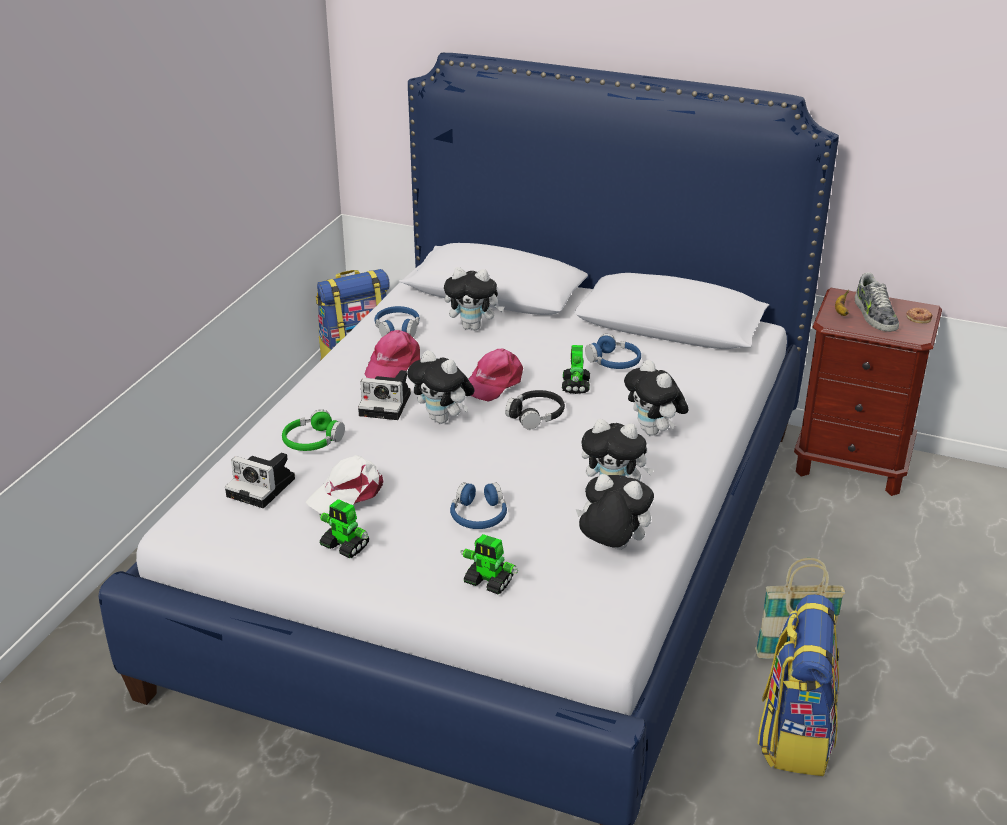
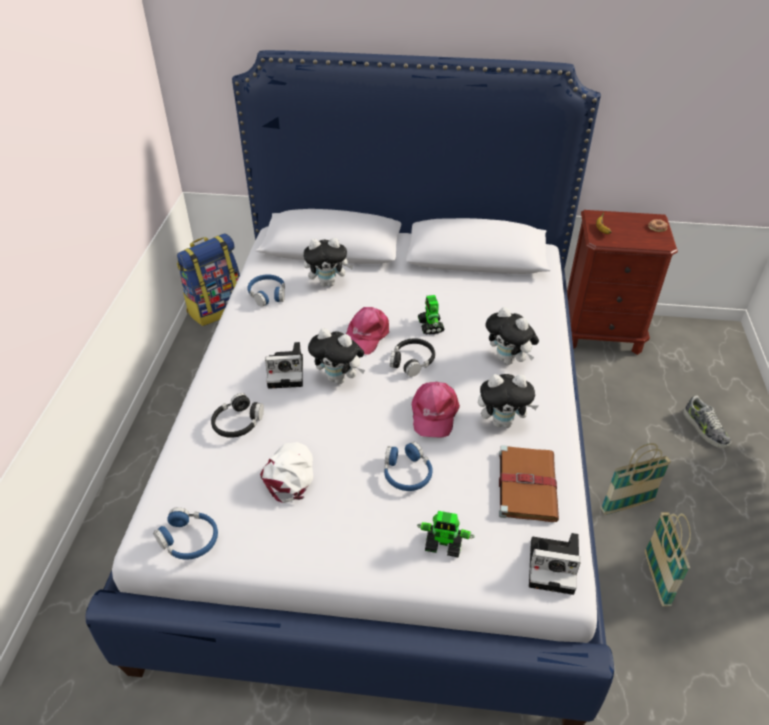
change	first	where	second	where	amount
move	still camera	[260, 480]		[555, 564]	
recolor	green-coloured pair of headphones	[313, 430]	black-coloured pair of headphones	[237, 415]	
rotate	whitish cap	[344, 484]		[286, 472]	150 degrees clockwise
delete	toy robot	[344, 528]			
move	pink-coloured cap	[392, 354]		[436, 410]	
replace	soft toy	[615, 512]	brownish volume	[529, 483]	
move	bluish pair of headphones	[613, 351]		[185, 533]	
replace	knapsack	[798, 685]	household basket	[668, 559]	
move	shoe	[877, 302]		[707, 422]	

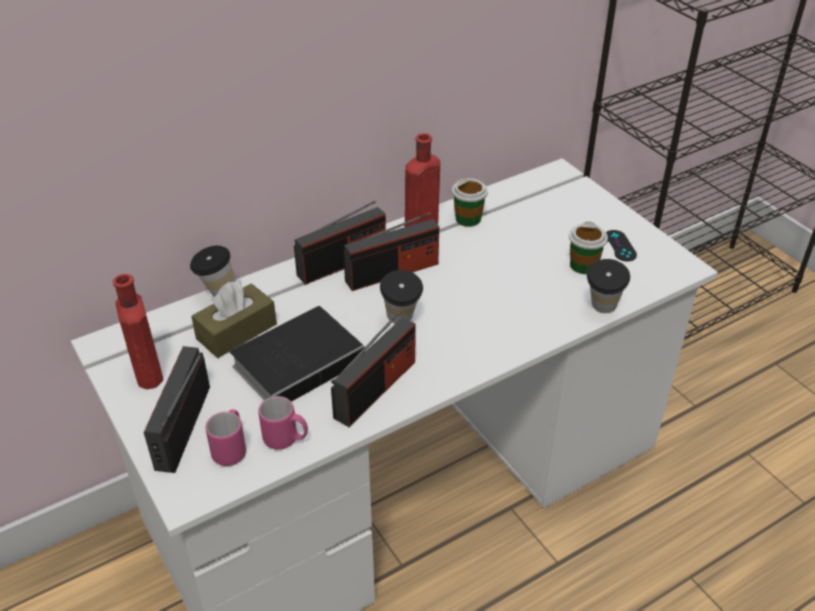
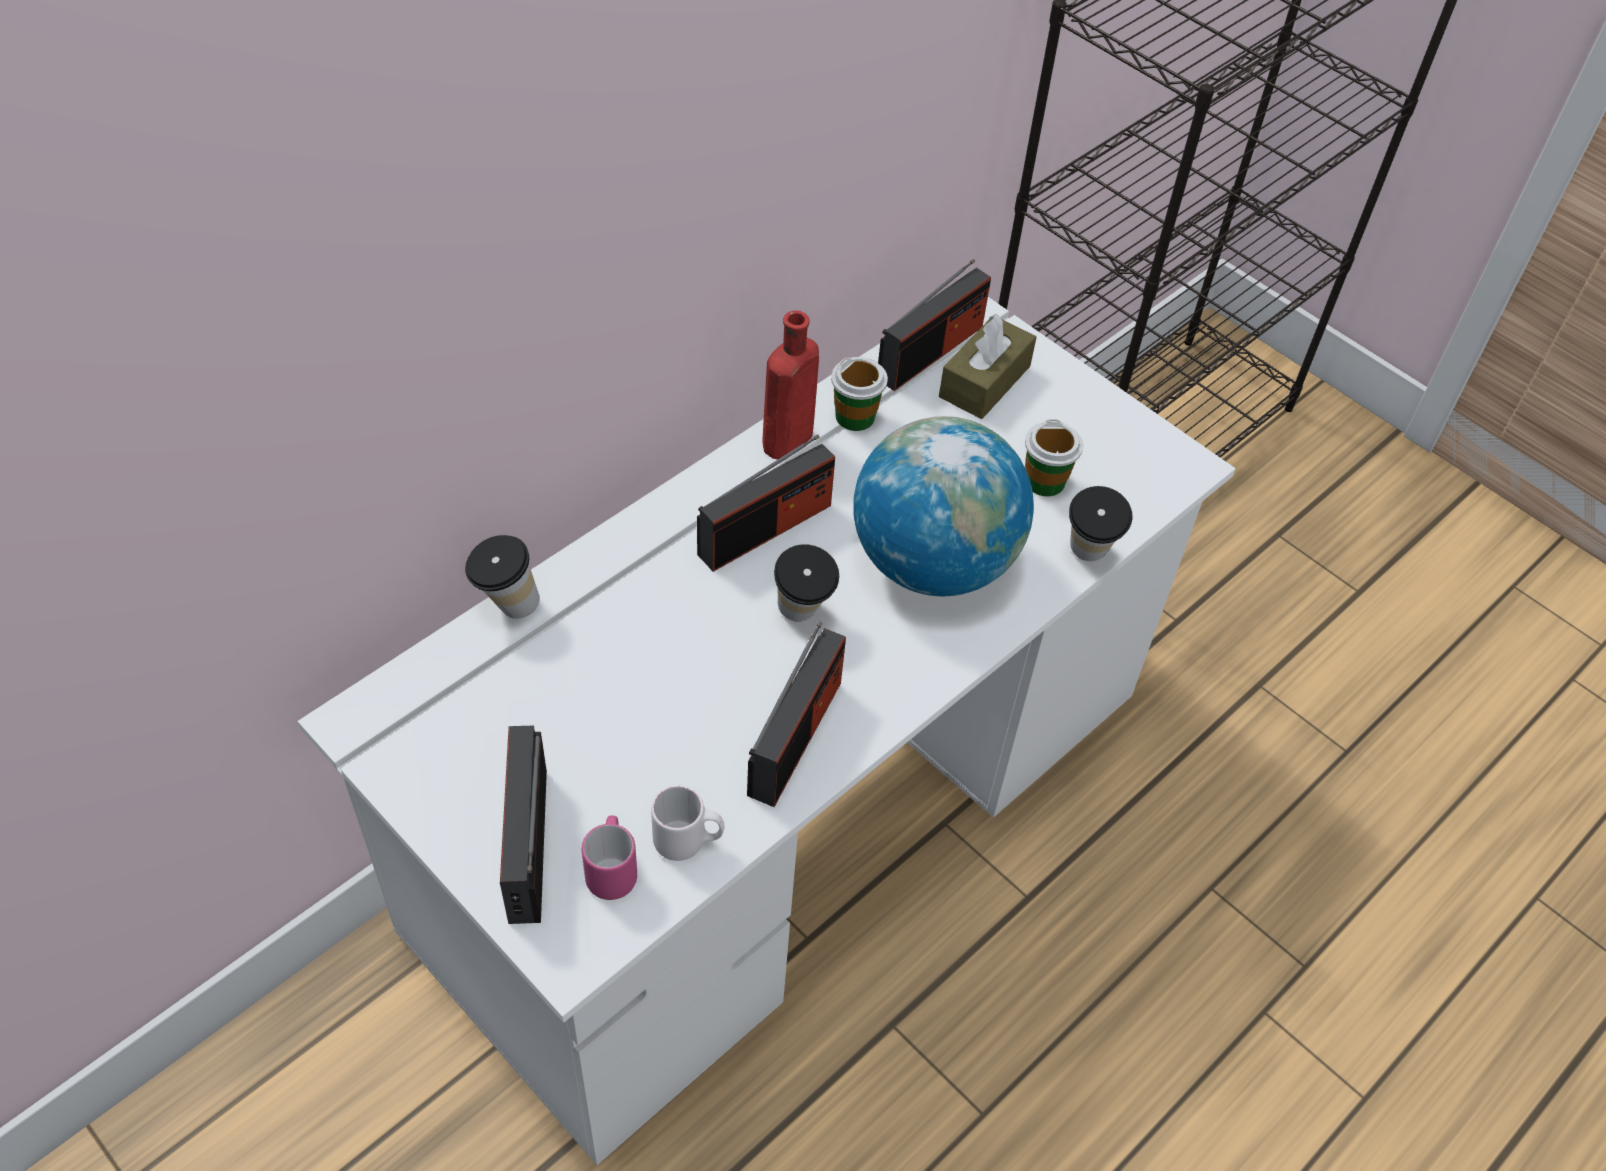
change	first	where	second	where	amount
delete	reddish drink bottle	[138, 331]			
move	brownish tissue holder	[234, 319]		[988, 366]	
delete	volume	[297, 354]			
recolor	pink-coloured coffee mug	[283, 423]	whitish coffee mug	[687, 823]	
move	radio	[340, 243]		[934, 325]	
delete	black-coloured game controller	[621, 245]			
insert			world globe	[943, 506]	

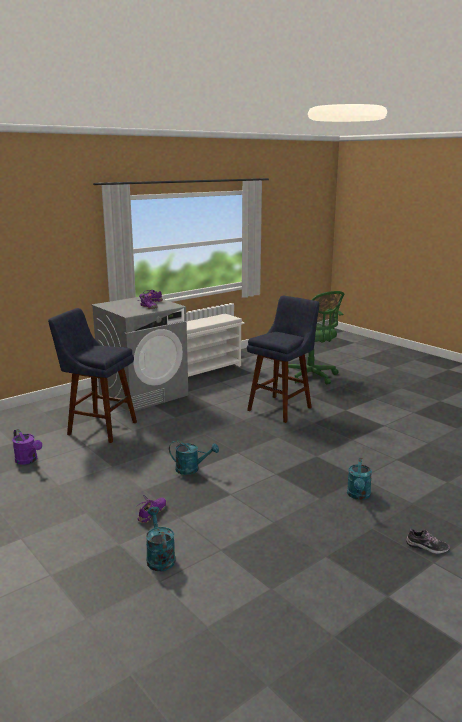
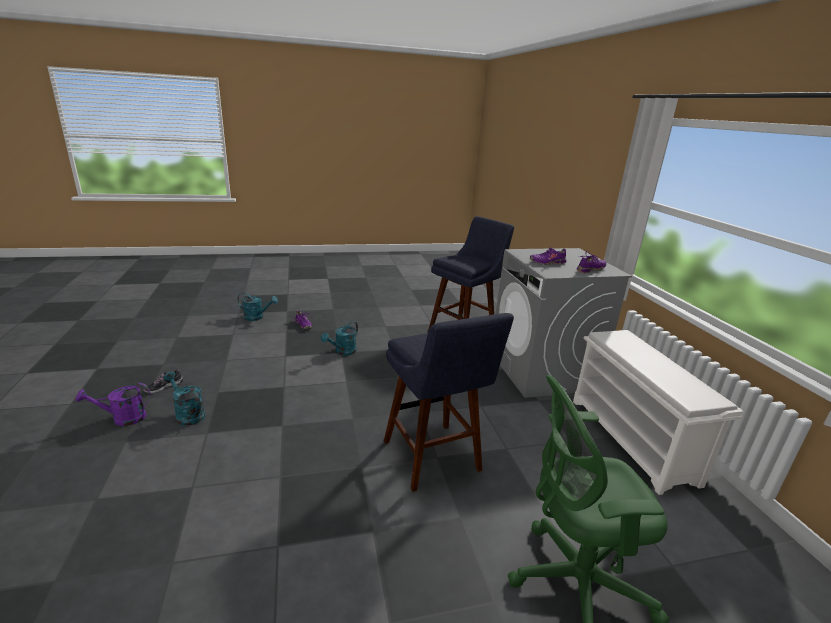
change	first	where	second	where	amount
move	purple-coloured sprinkling can	[27, 446]		[113, 404]	
move	shoe	[428, 540]		[163, 380]	

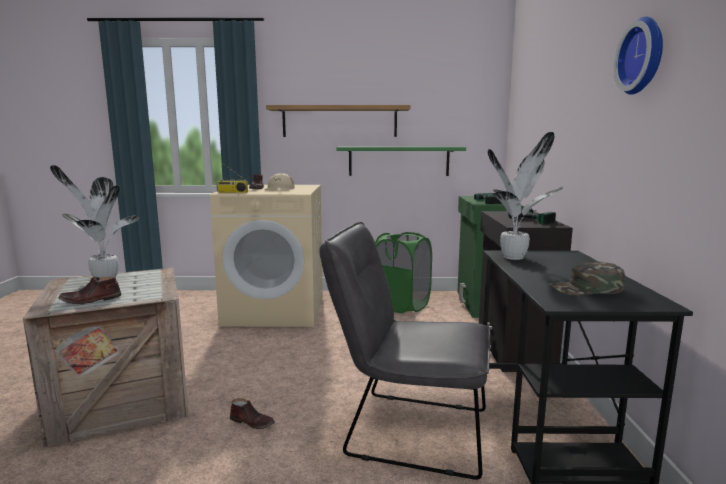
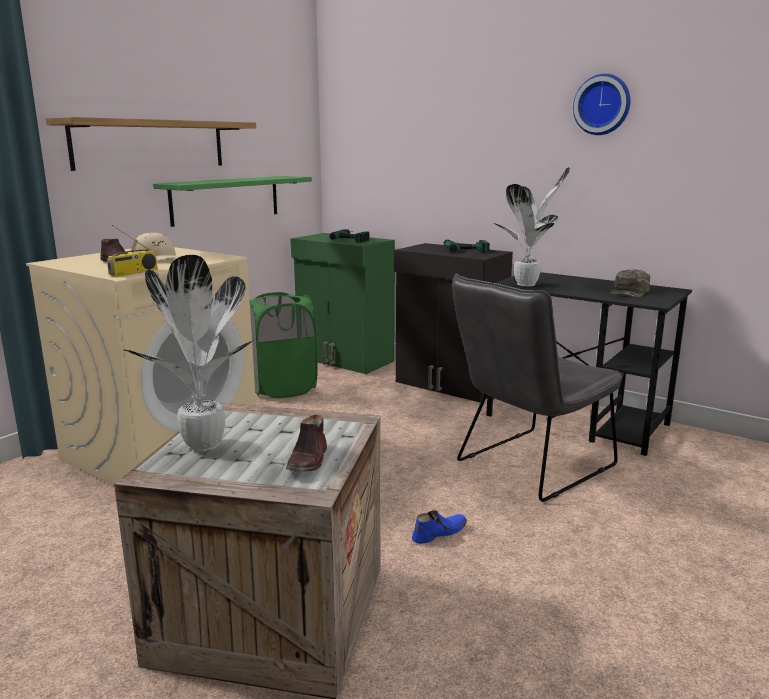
change	first	where	second	where	amount
recolor	brownish shoe	[252, 413]	bluish shoe	[439, 527]	

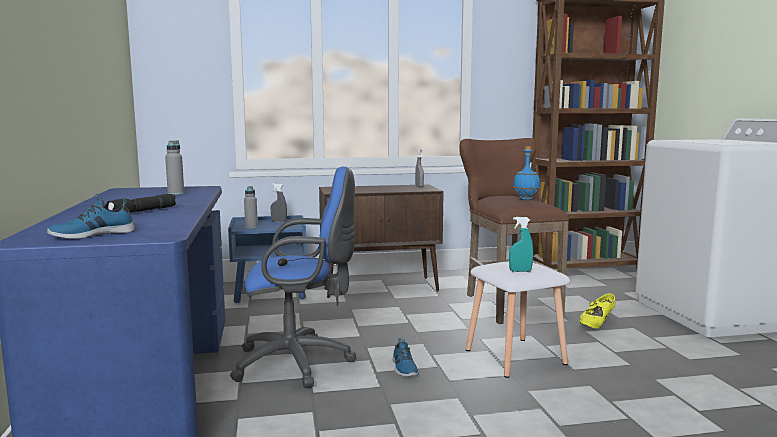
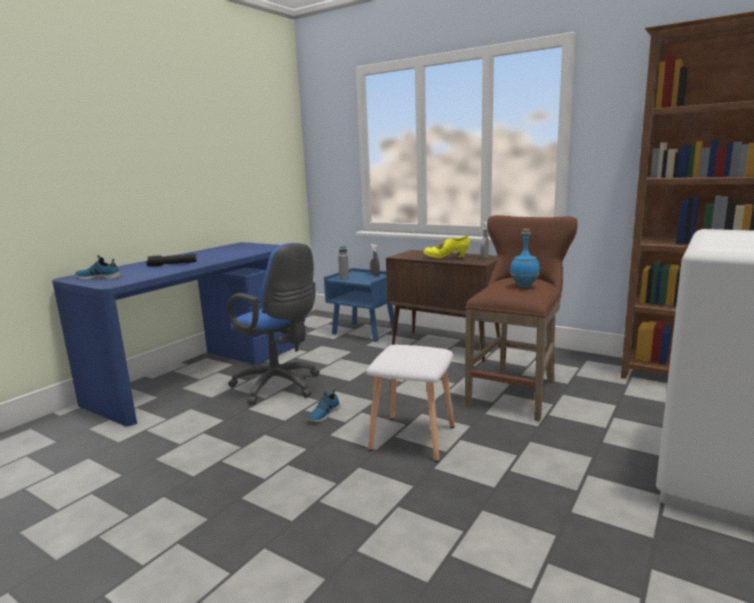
change	first	where	second	where	amount
delete	greyish drink bottle	[174, 167]			
delete	turquoise sprayer	[521, 244]			
move	yellowish shoe	[597, 310]		[446, 247]	

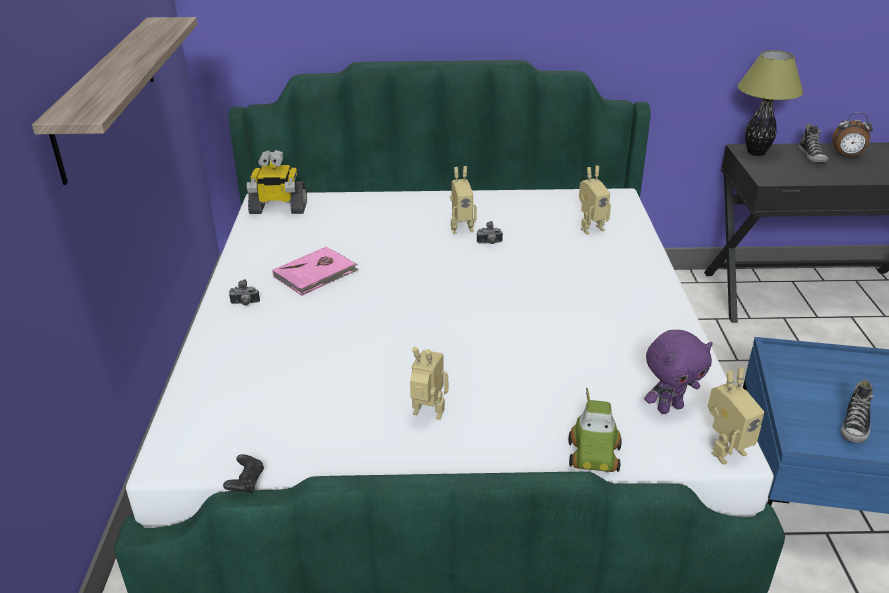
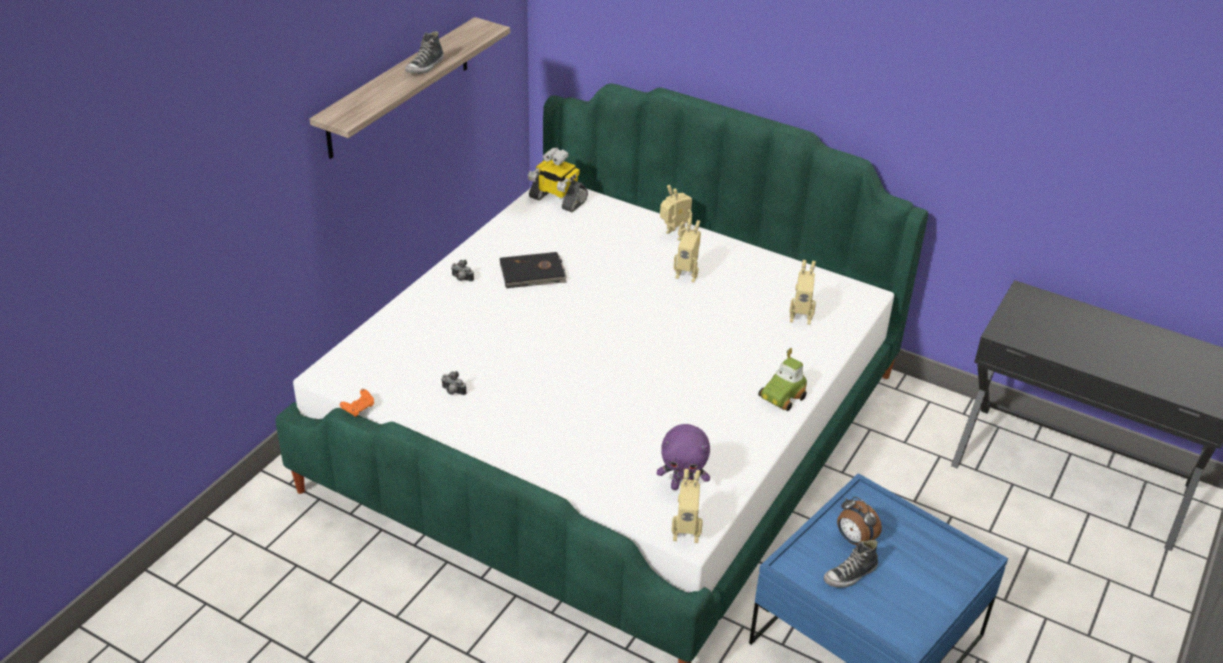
change	first	where	second	where	amount
recolor	black-coloured game controller	[243, 474]	orange game controller	[357, 403]	
recolor	pink-coloured volume	[316, 271]	black-coloured volume	[533, 270]	
move	toy robot	[429, 383]		[676, 213]	
move	still camera	[490, 232]		[454, 383]	
move	toy car	[595, 430]		[782, 379]	
delete	lamp for a table	[770, 103]			
move	shoe	[813, 143]		[424, 52]	
move	alarm clock	[852, 135]		[859, 521]	

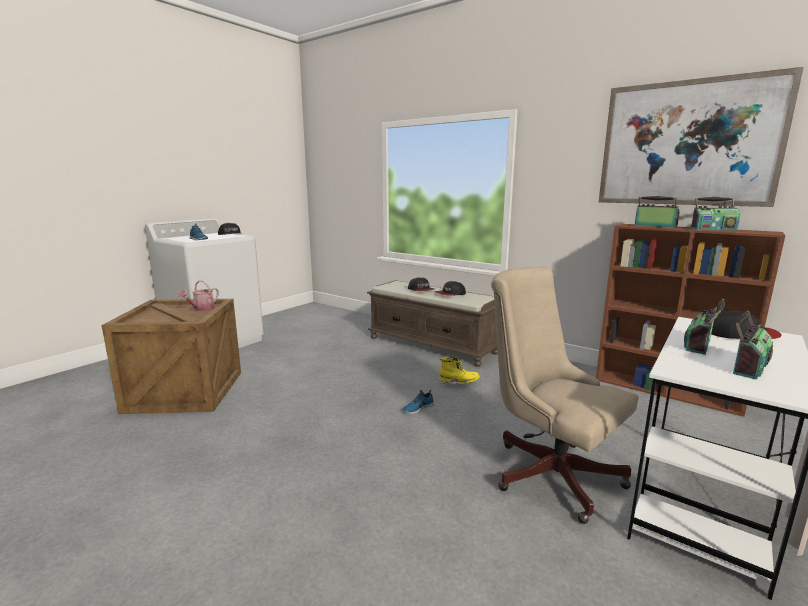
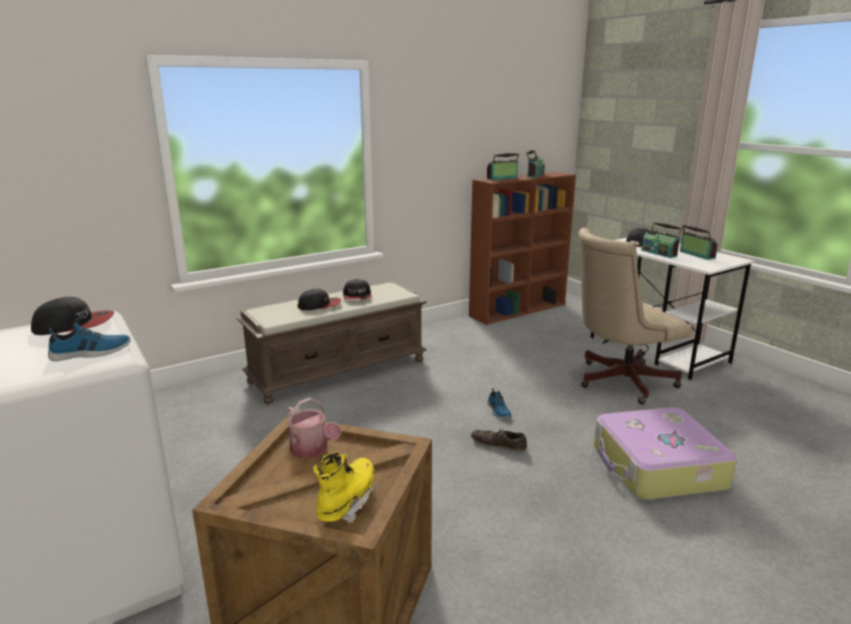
change	first	where	second	where	amount
move	yellowish tall boot	[459, 371]		[344, 487]	
delete	picture	[701, 137]			
insert			brownish shoe	[499, 441]	
insert			piece of luggage	[665, 453]	

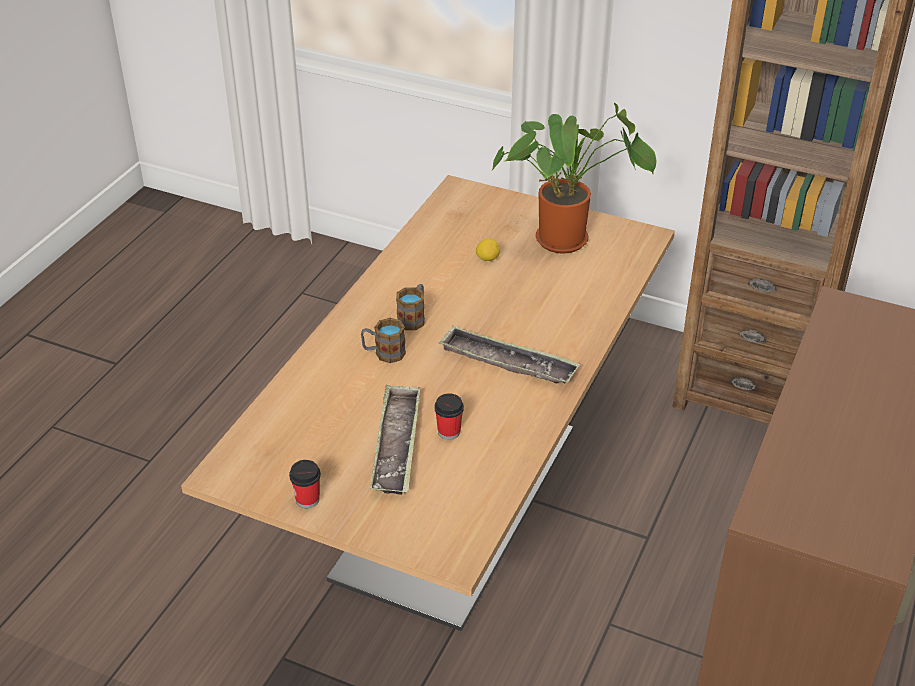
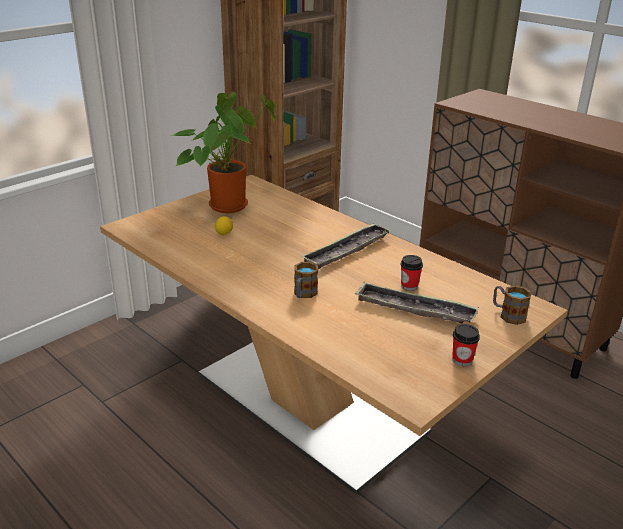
change	first	where	second	where	amount
move	coffee mug	[410, 307]		[512, 305]	

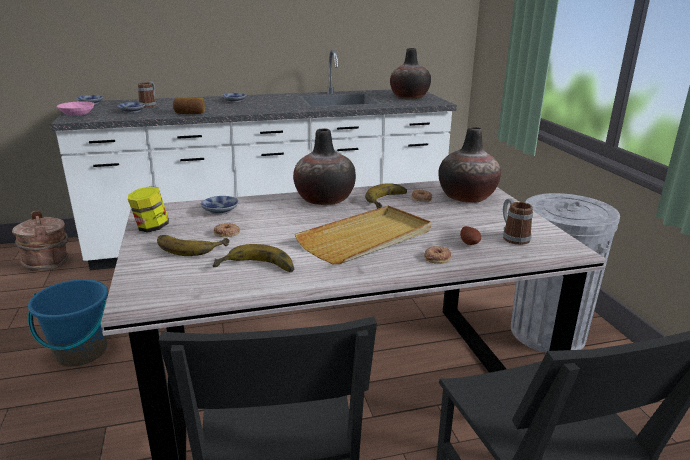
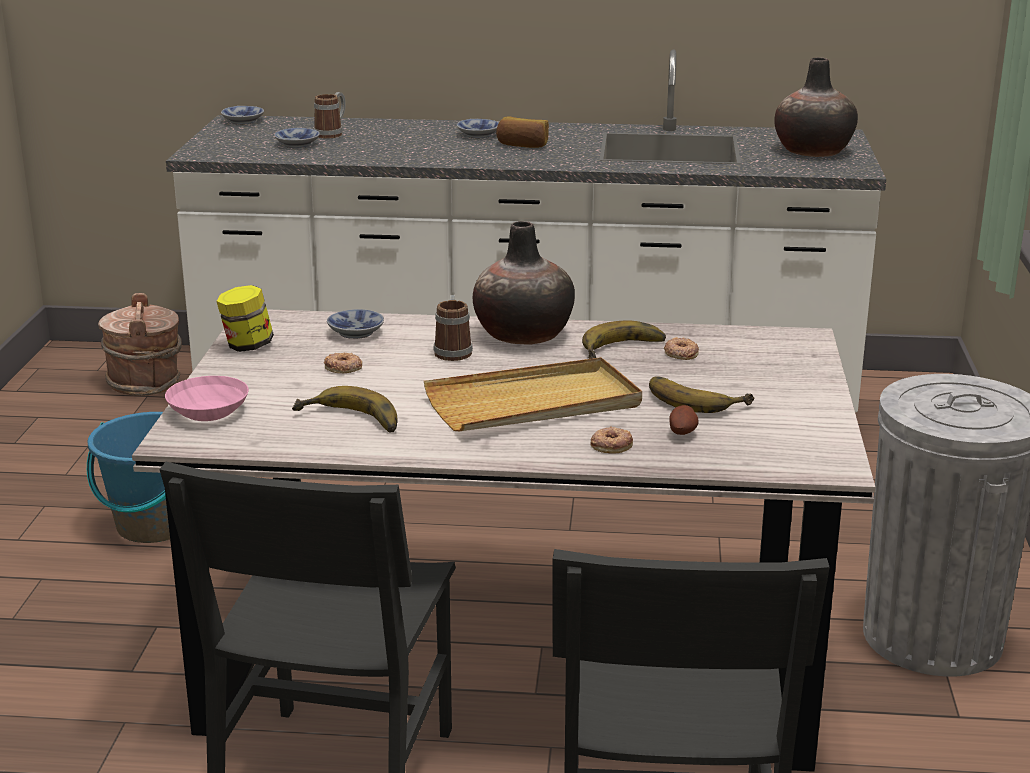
change	first	where	second	where	amount
move	pink-coloured serving bowl	[76, 108]		[207, 398]	
move	banana	[193, 245]		[702, 394]	
move	bread	[189, 105]		[522, 132]	
delete	decorative vase	[469, 165]			
move	coffee mug	[518, 222]		[453, 328]	

